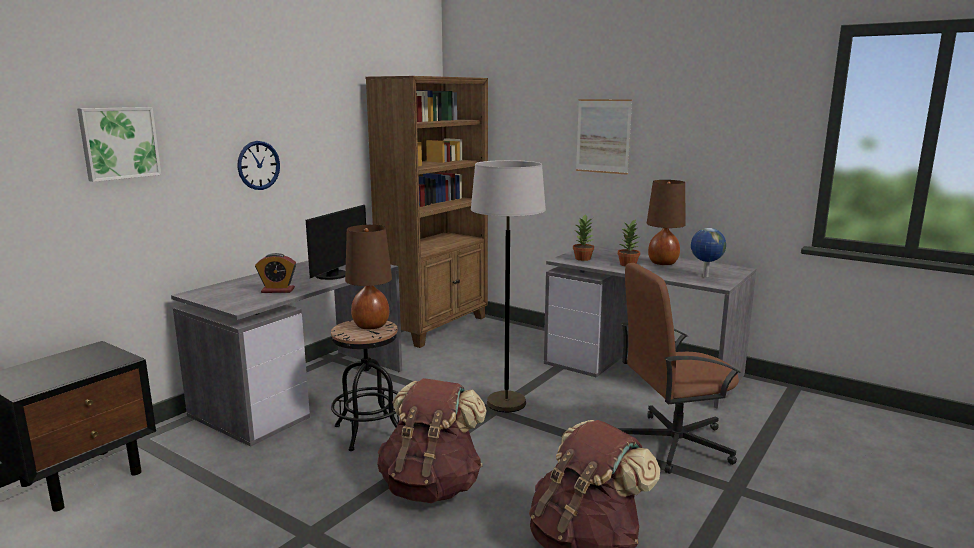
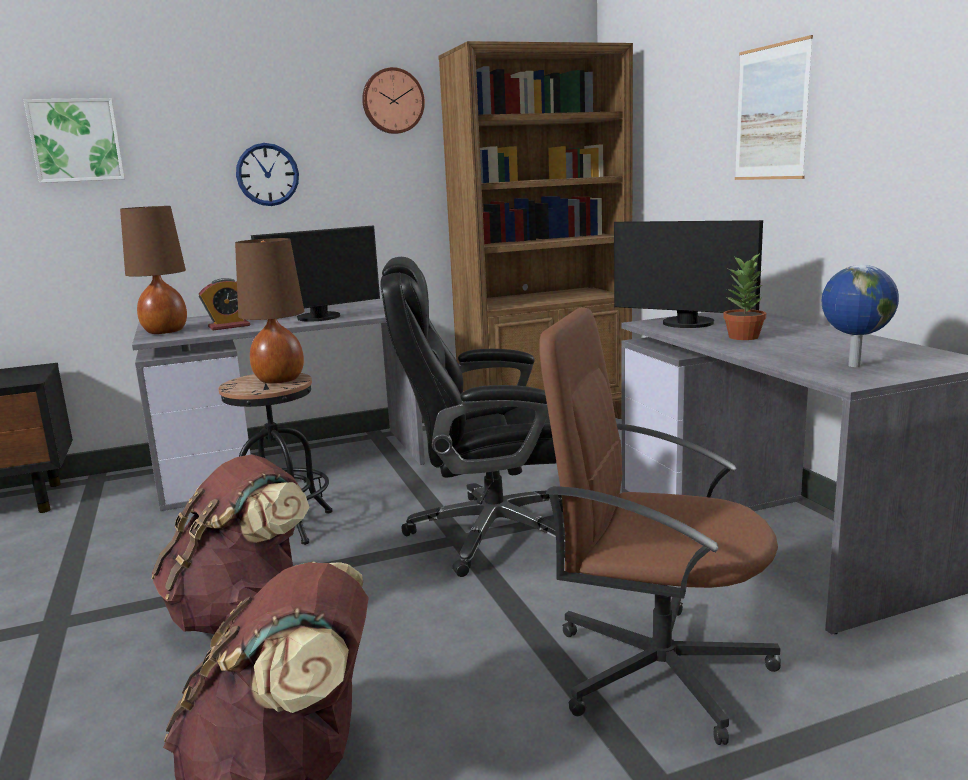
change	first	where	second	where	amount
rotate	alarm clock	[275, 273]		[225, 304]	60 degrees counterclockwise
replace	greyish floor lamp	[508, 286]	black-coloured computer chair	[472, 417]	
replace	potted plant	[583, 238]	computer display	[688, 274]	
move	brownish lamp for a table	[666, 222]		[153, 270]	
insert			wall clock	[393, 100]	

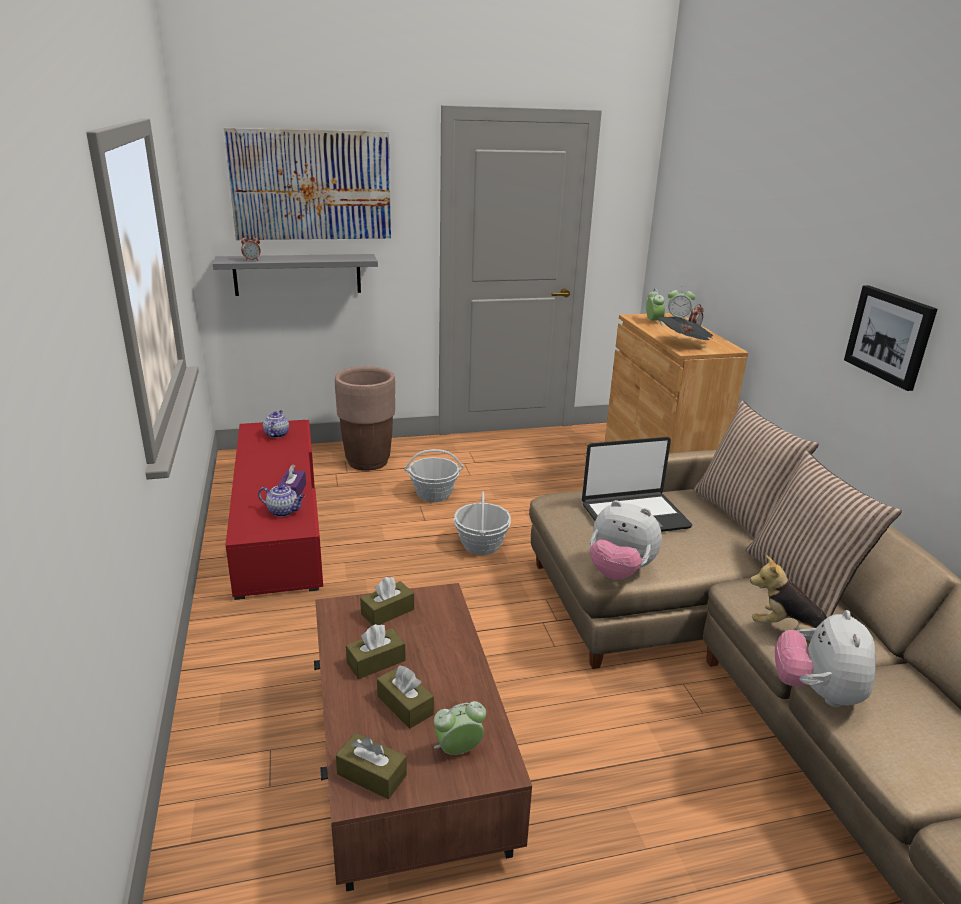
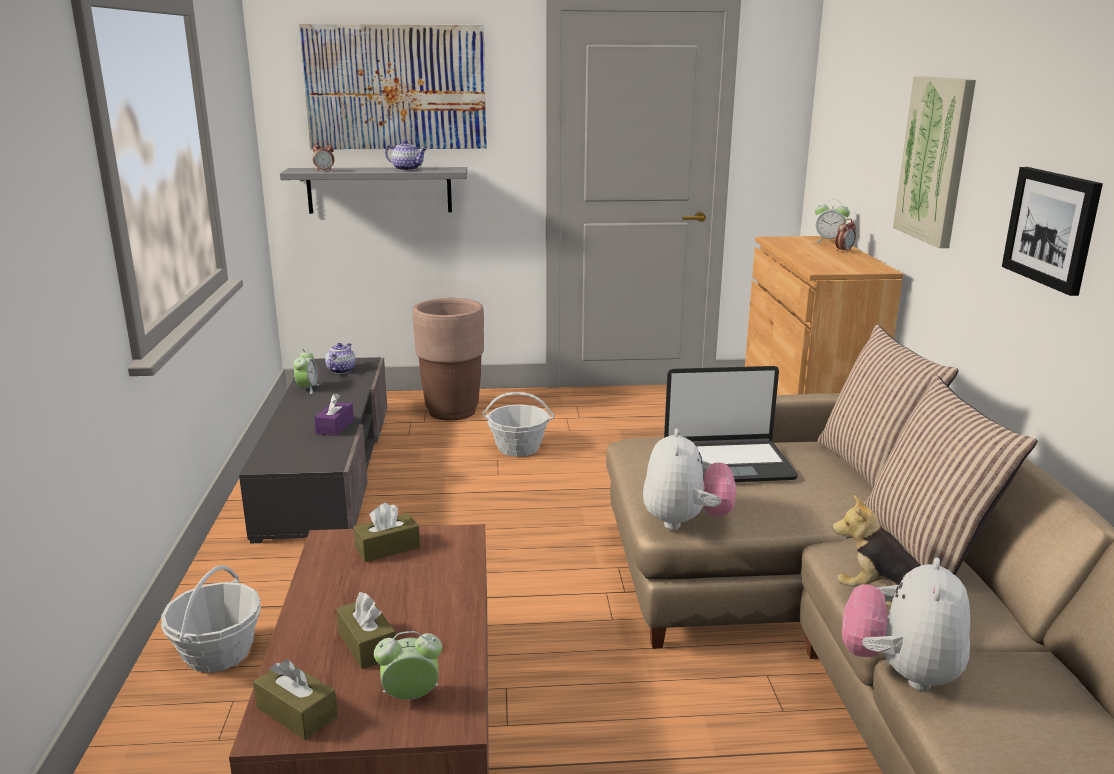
change	first	where	second	where	amount
recolor	reddish media console	[274, 510]	greyish media console	[313, 450]	
move	pot for tea	[281, 501]		[406, 155]	
delete	brownish tissue holder	[376, 651]			
move	household basket	[482, 523]		[211, 619]	
rotate	soft toy	[626, 540]		[689, 479]	120 degrees counterclockwise
move	alarm clock	[655, 307]		[306, 371]	
delete	printed paper	[685, 328]			
insert			picture	[934, 162]	

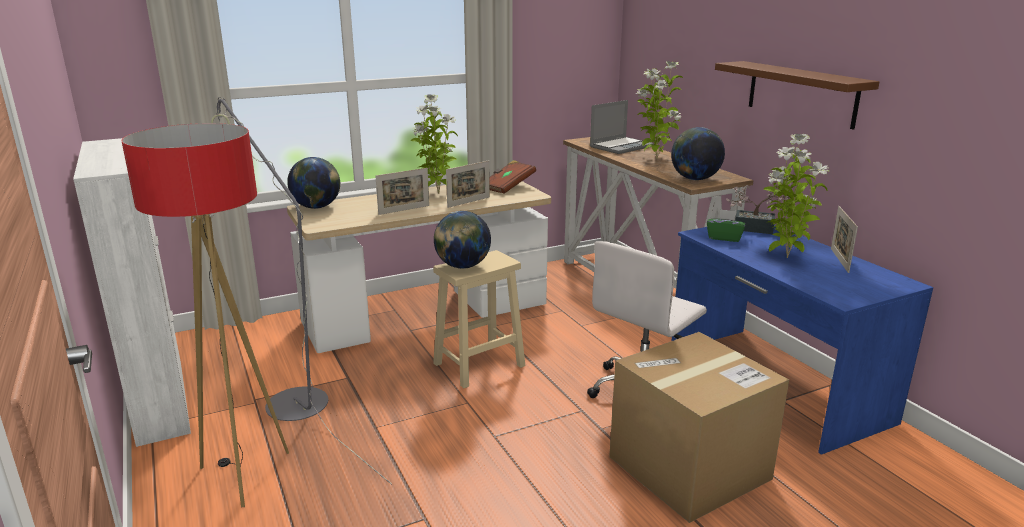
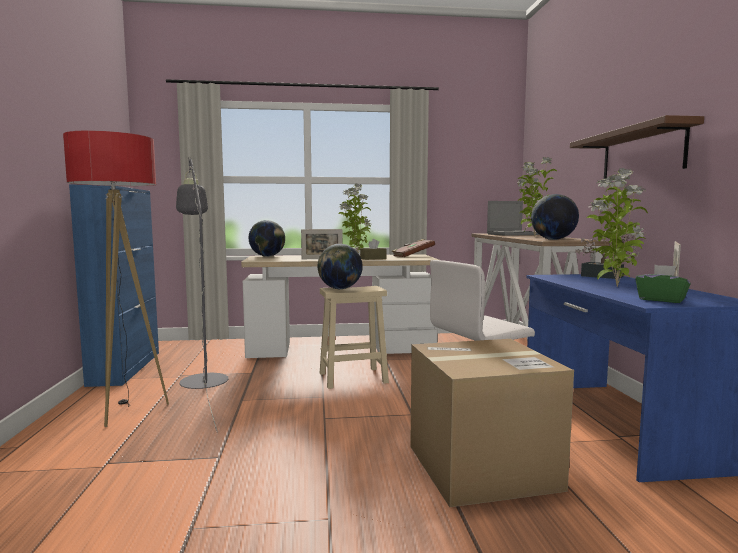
change	first	where	second	where	amount
recolor	whitish storage cabinet	[132, 292]	bluish storage cabinet	[114, 286]	
replace	photo frame	[468, 184]	brownish tissue holder	[373, 249]	
move	green-coloured tissue holder	[726, 225]		[663, 284]	

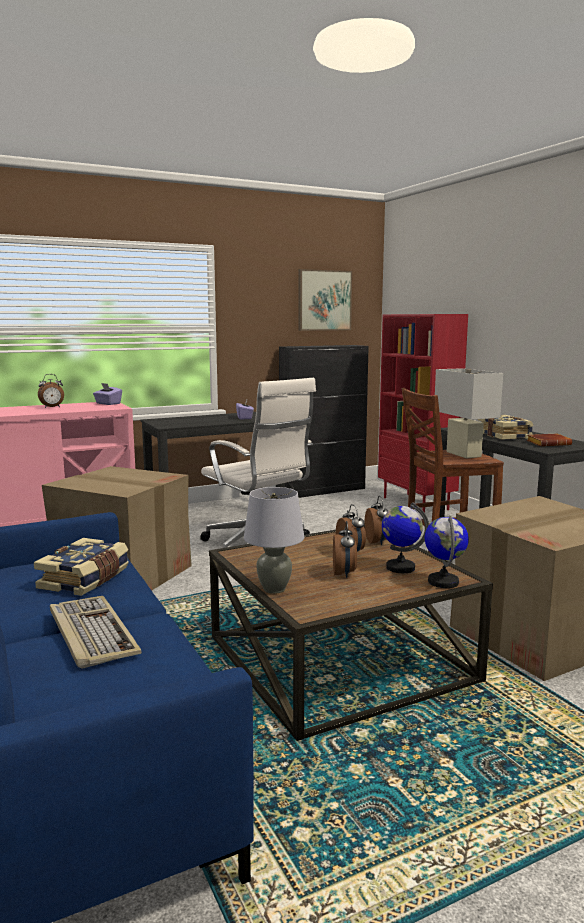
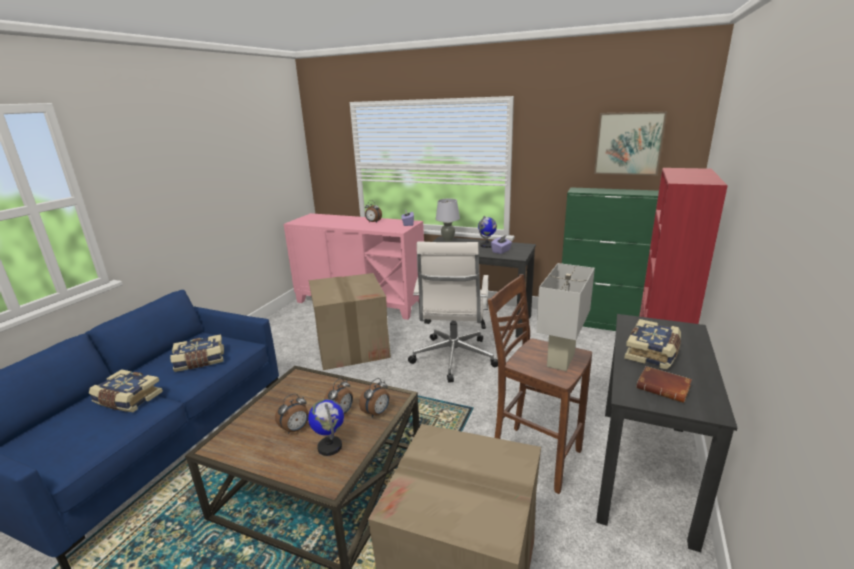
change	first	where	second	where	amount
replace	computer keyboard	[96, 632]	volume	[126, 390]	
move	greyish lamp for a table	[274, 540]		[448, 220]	
recolor	black-coloured storage cabinet	[324, 421]	green-coloured storage cabinet	[610, 259]	
move	world globe	[447, 551]		[487, 232]	

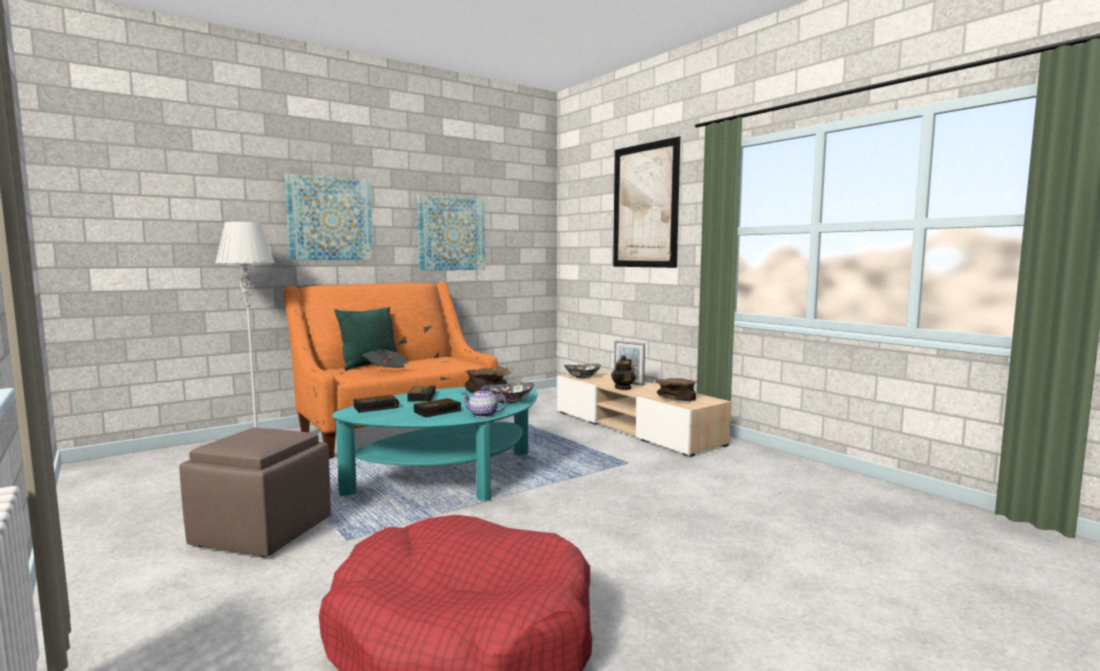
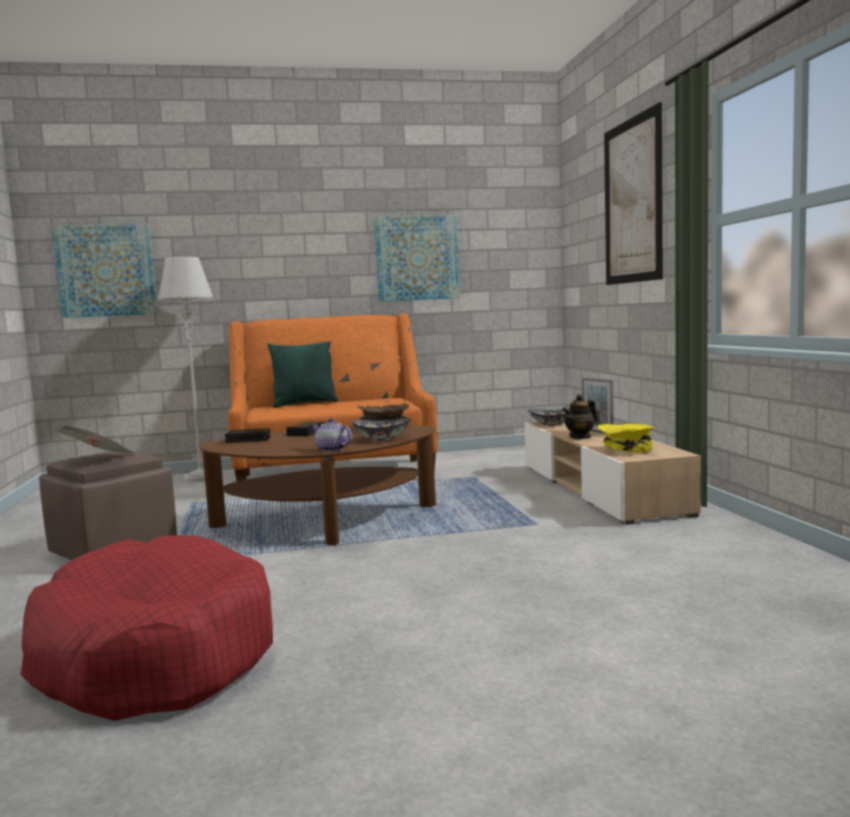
change	first	where	second	where	amount
move	picture	[329, 217]		[105, 271]	
recolor	turquoise low table	[435, 444]	brownish low table	[317, 485]	
move	printed paper	[385, 358]		[97, 440]	
delete	alarm clock	[437, 407]			
recolor	brownish serving bowl	[676, 389]	yellowish serving bowl	[626, 438]	

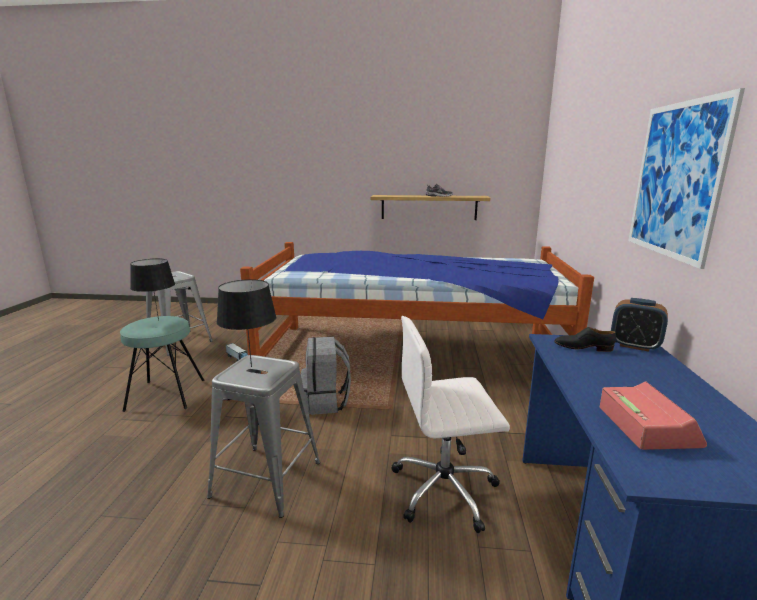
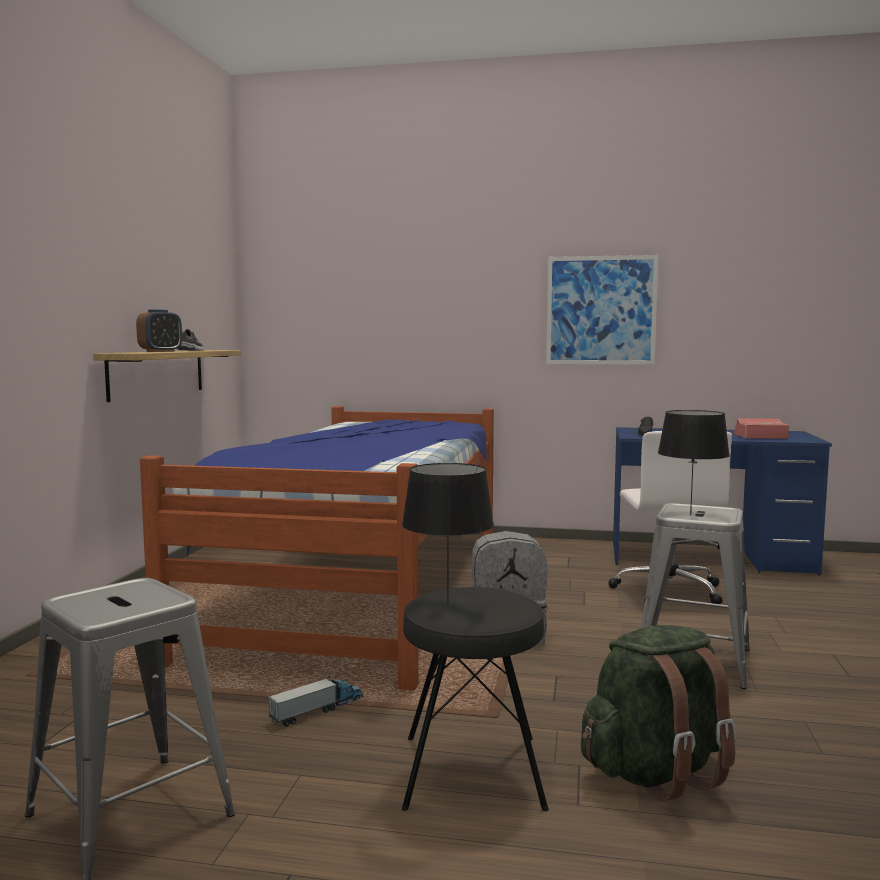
change	first	where	second	where	amount
recolor	turquoise sitting stool	[162, 364]	black-coloured sitting stool	[475, 699]	
move	alarm clock	[639, 325]		[159, 330]	
insert			green-coloured knapsack	[659, 713]	

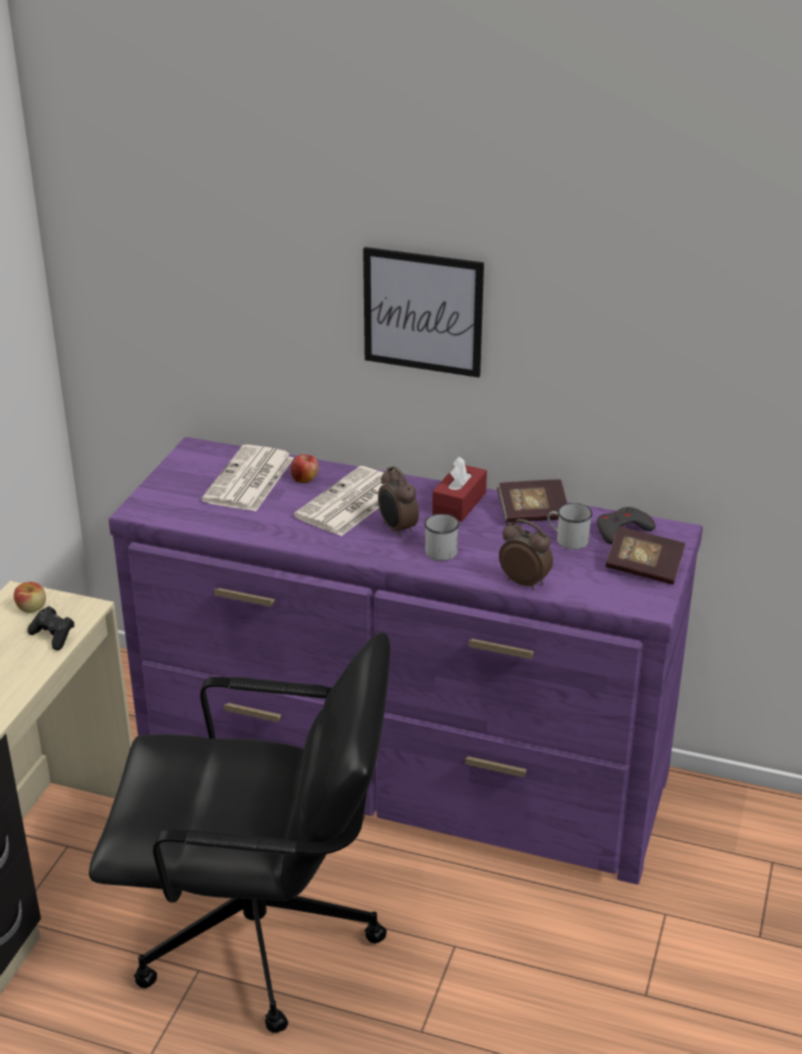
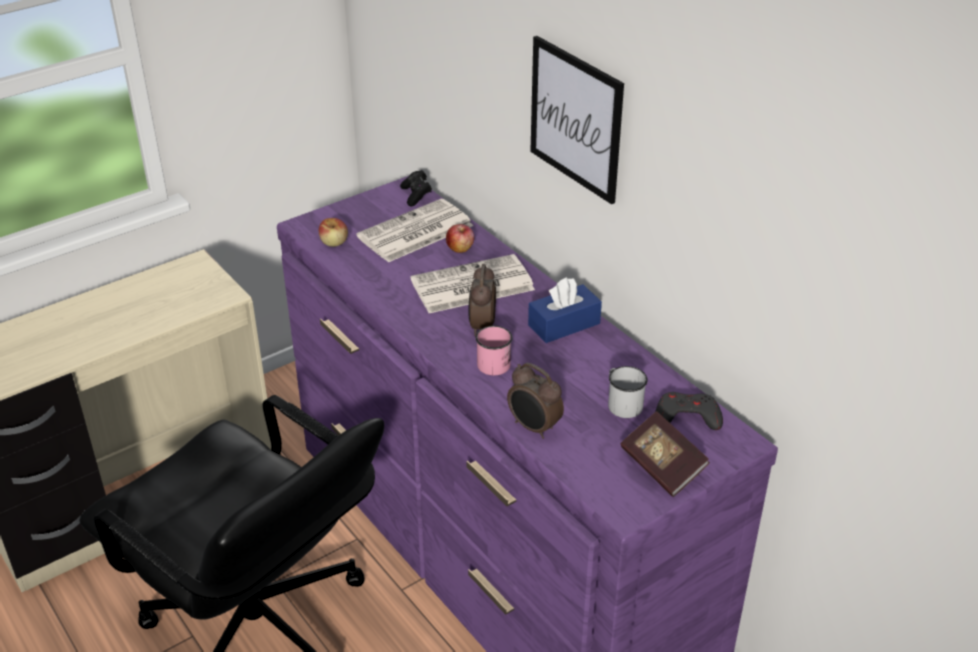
change	first	where	second	where	amount
move	apple fruit	[30, 597]		[333, 232]	
move	black-coloured game controller	[50, 628]		[416, 188]	
recolor	whitish coffee mug	[441, 537]	pink-coloured coffee mug	[493, 351]	
recolor	reddish tissue holder	[459, 489]	bluish tissue holder	[565, 310]	
delete	volume	[532, 501]			
rotate	alarm clock	[526, 554]		[535, 400]	150 degrees clockwise

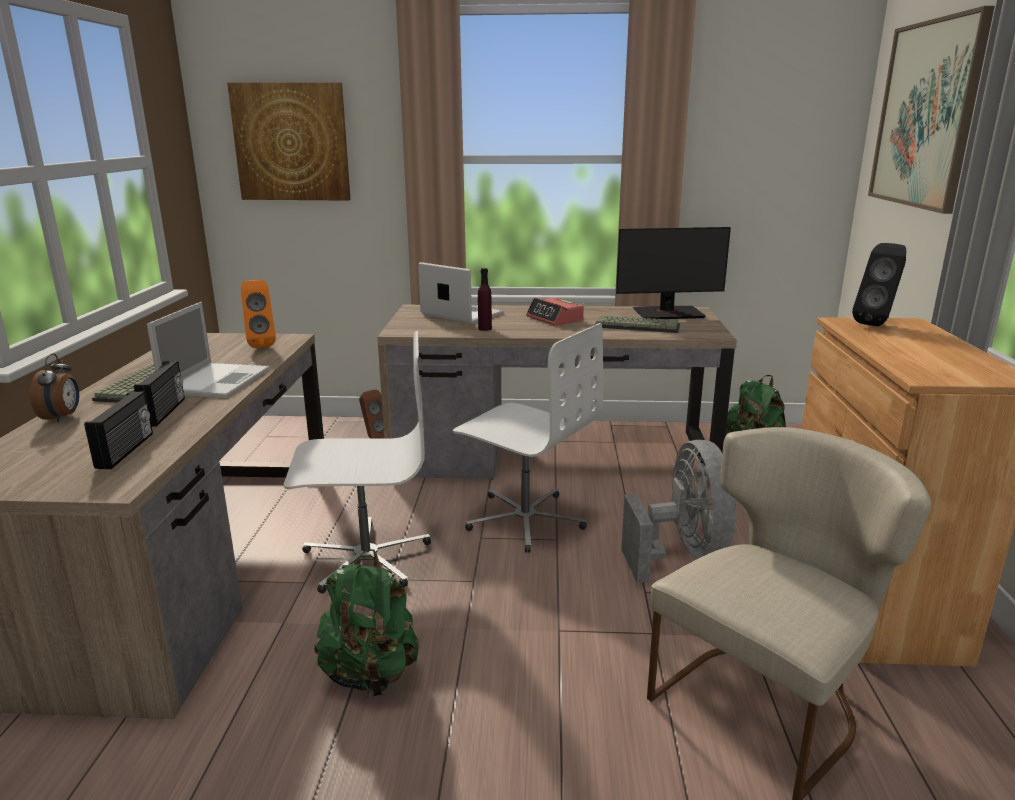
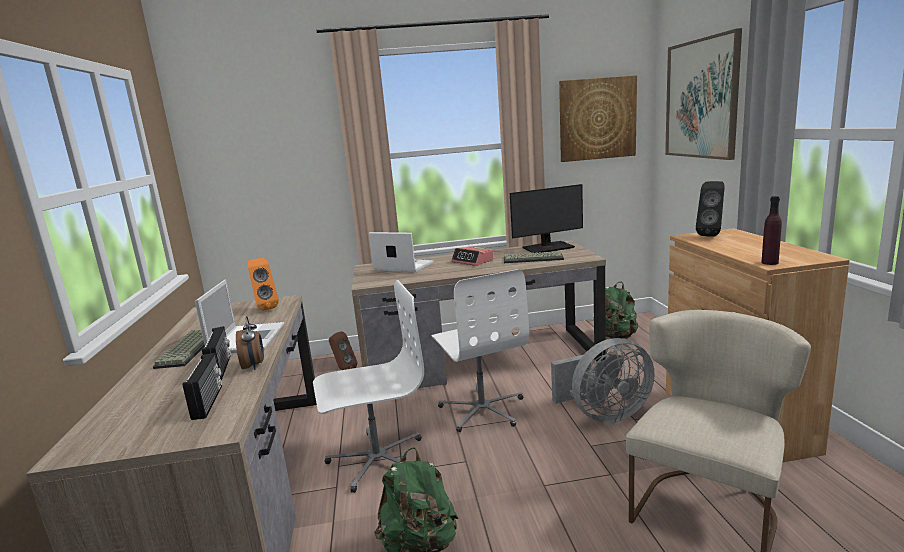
change	first	where	second	where	amount
move	alarm clock	[54, 387]		[250, 343]	
move	picture	[289, 141]		[598, 118]	
rotate	whitish computer chair	[528, 438]		[480, 350]	45 degrees clockwise
move	purple-coloured drink bottle	[485, 299]		[771, 230]	
rotate	greyish cooling fan	[678, 511]		[603, 380]	90 degrees clockwise

